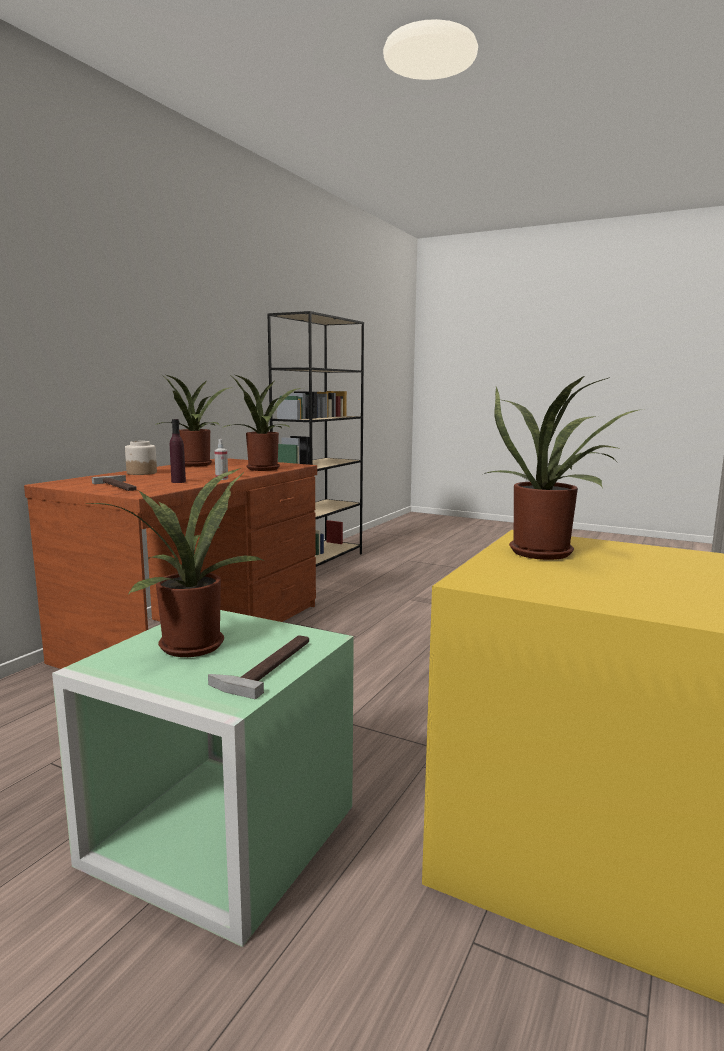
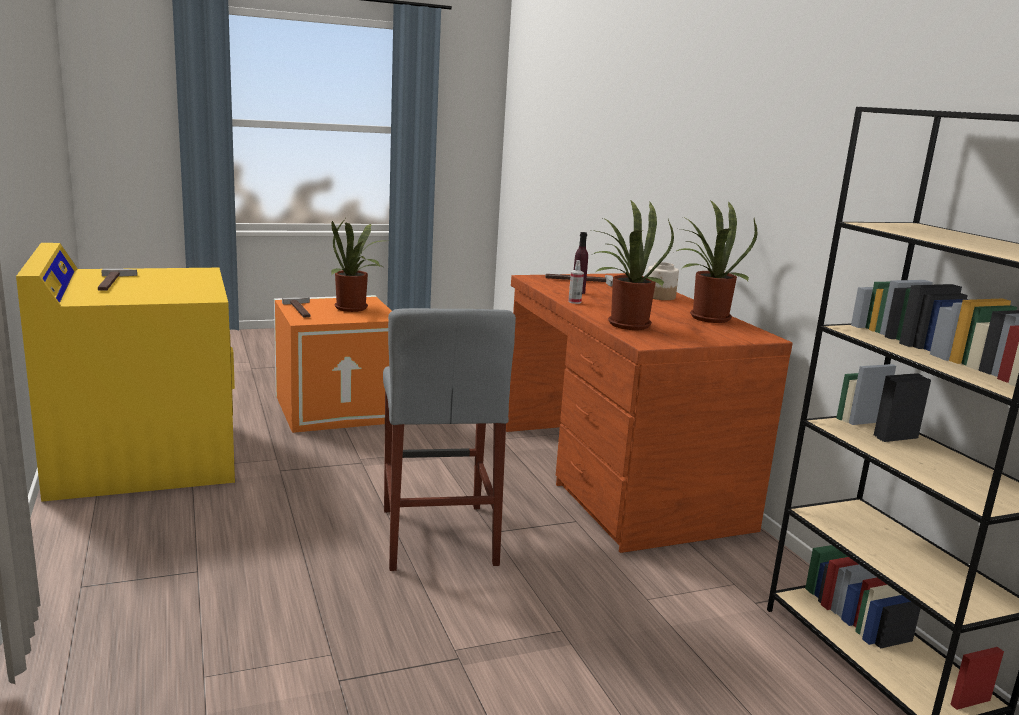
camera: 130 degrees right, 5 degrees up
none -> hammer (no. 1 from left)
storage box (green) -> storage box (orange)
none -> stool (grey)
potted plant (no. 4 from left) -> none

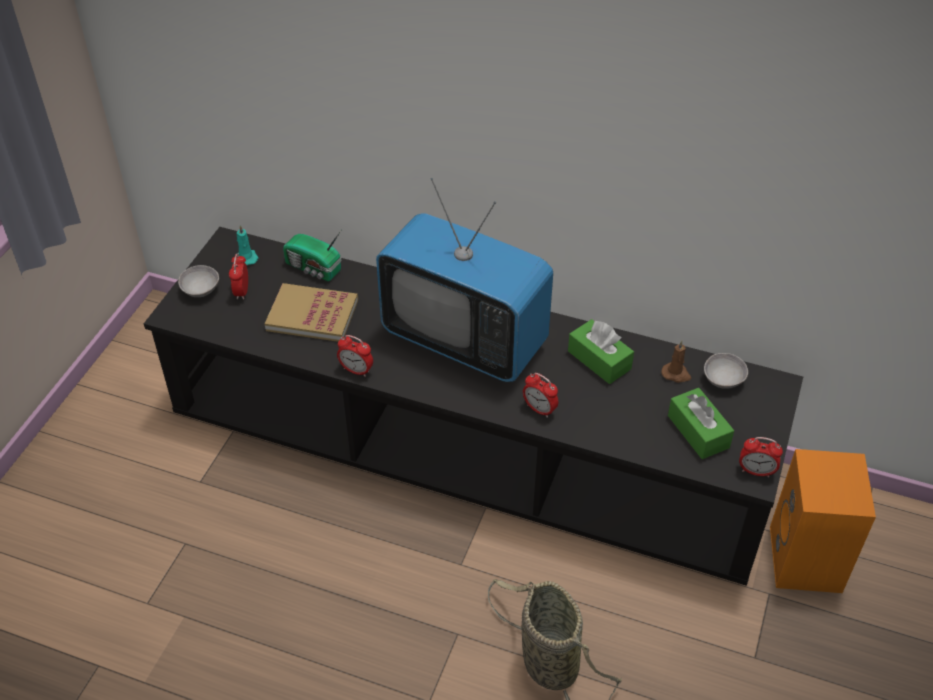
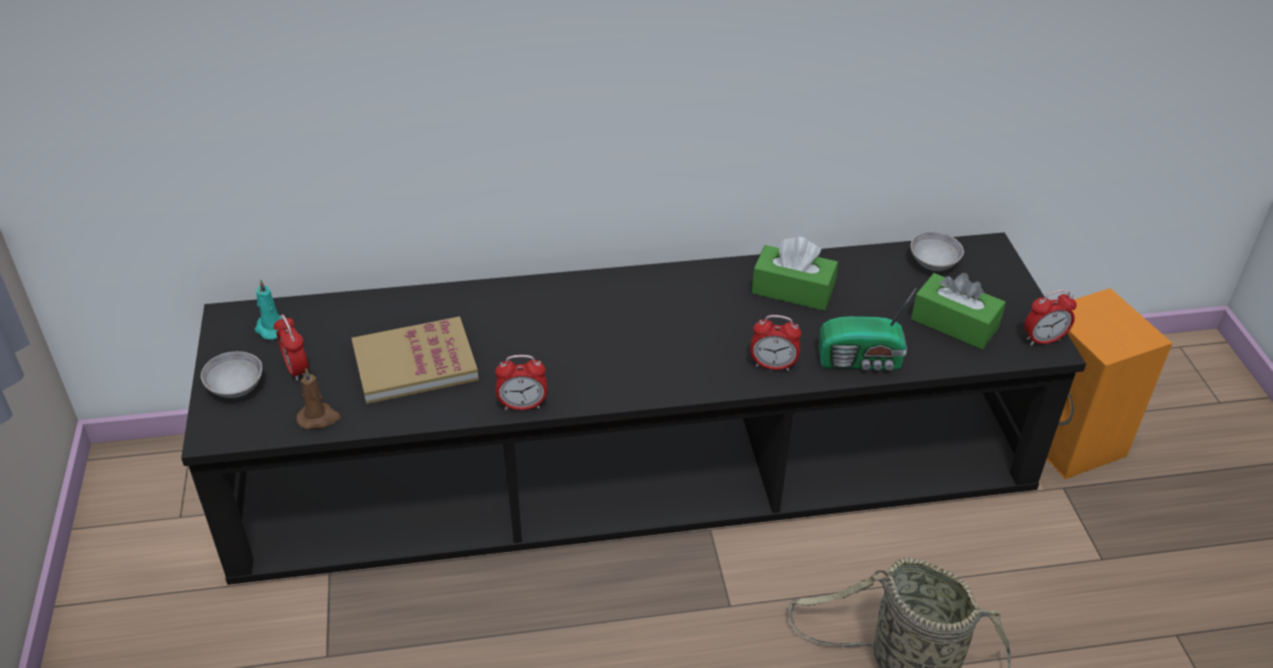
camera: 30 degrees left, 5 degrees down
candle (brown), shifted
radio, shifted
television -> none

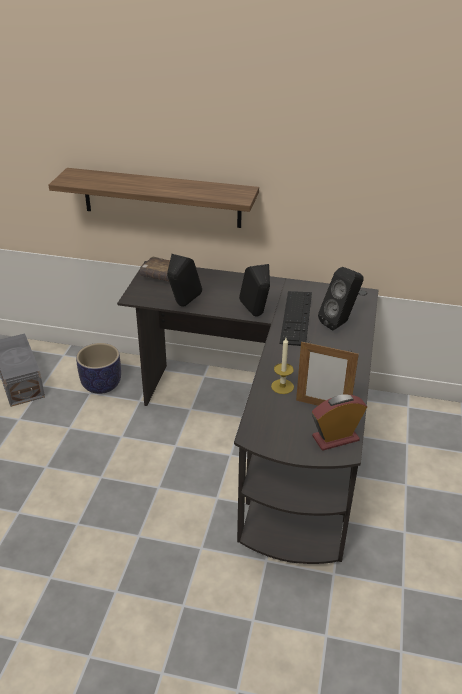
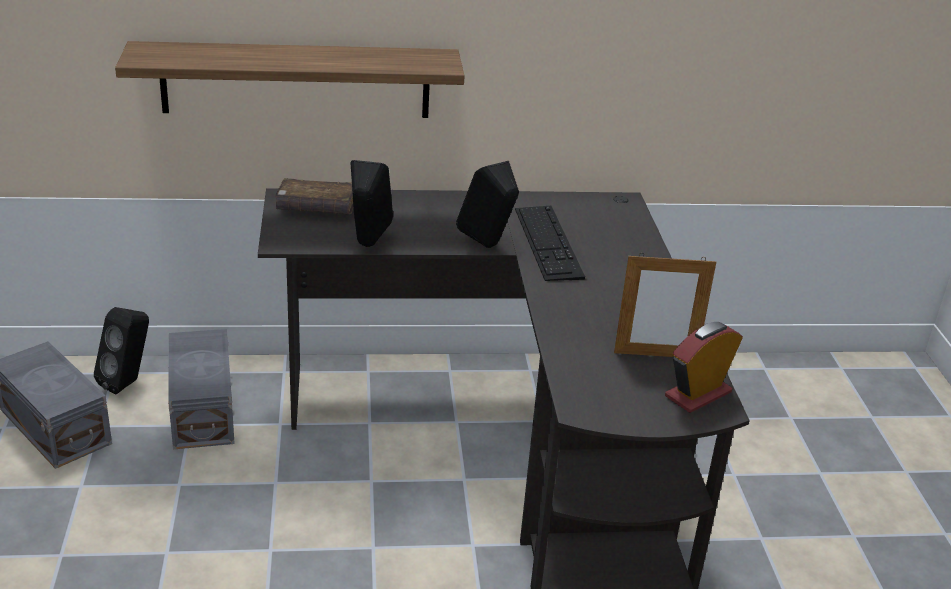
camera: 20 degrees left, 5 degrees down
speaker (black) (no. 3 from left in the first image) -> speaker (black) (no. 1 from left), shifted
planter -> storage box (grey) (no. 2 from left)
candle -> none

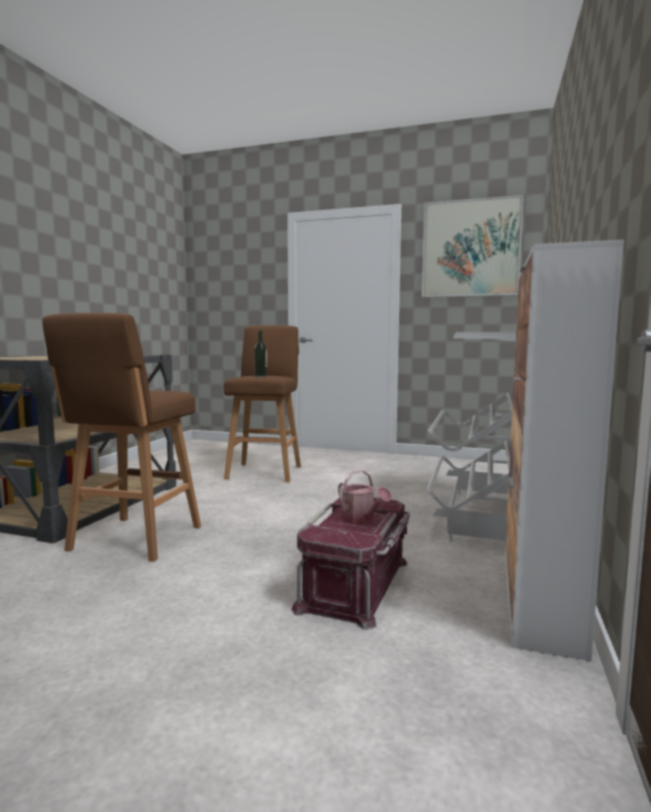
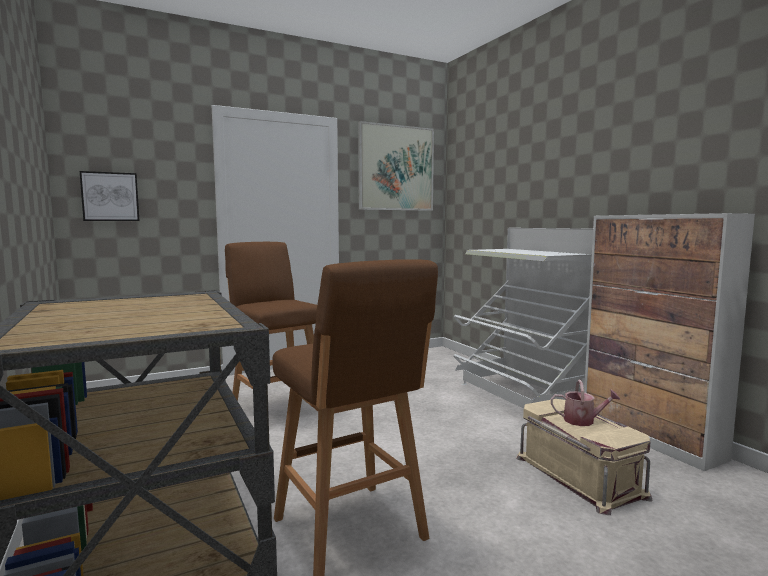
camera: 45 degrees left, 0 degrees up
none -> picture (no. 1 from left)
storage box (red) -> storage box (beige)
bottle -> none

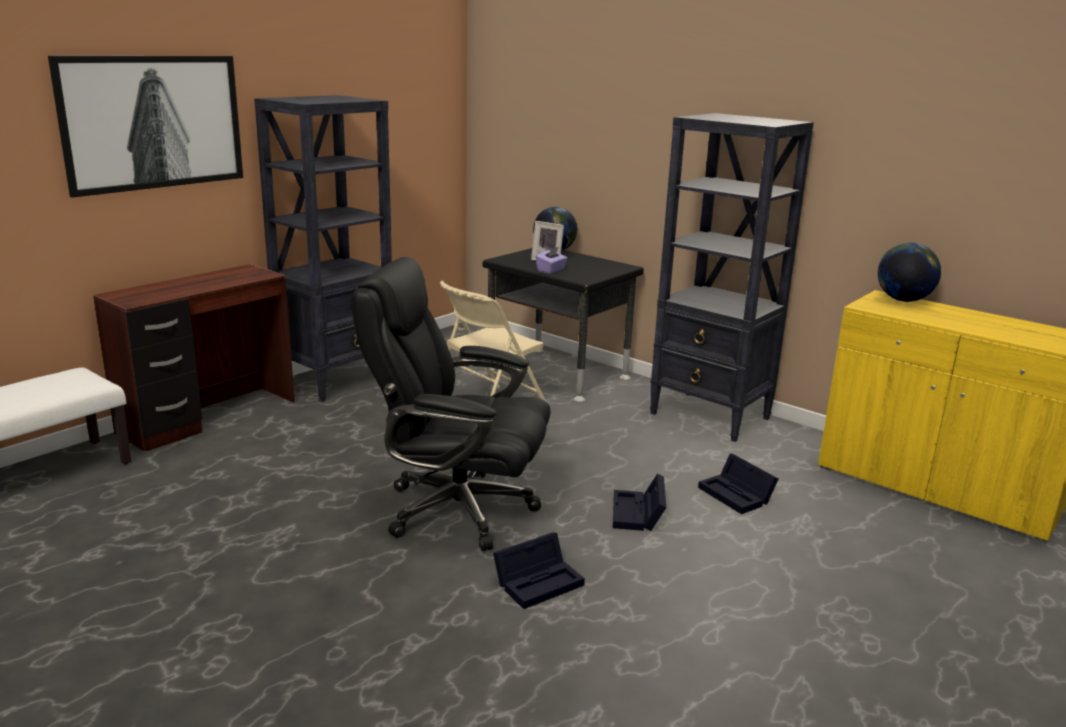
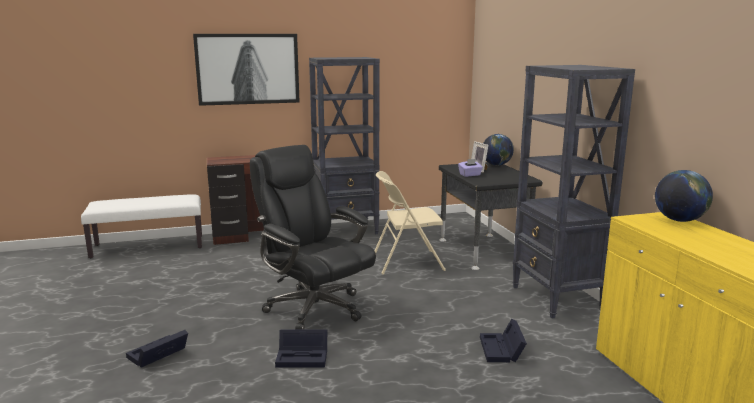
camera: 35 degrees right, 5 degrees down
storage box (black) (no. 2 from left in the first image) -> storage box (black) (no. 1 from left), shifted

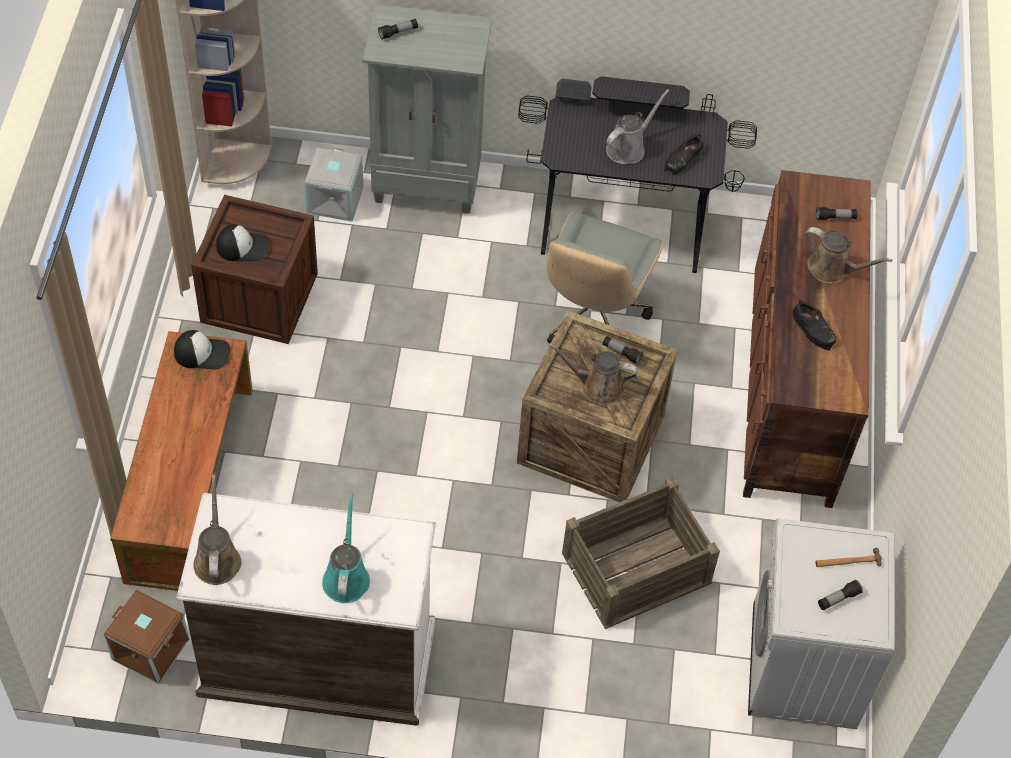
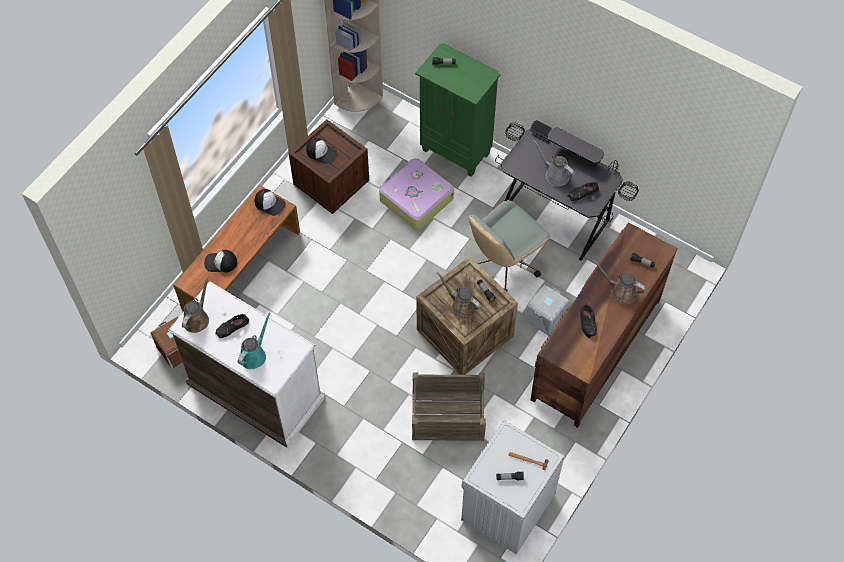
camera: 30 degrees right, 5 degrees up
none -> cap (no. 1 from left)
none -> shoe (black) (no. 1 from left)
none -> suitcase
cabinet (grey) -> cabinet (green)
storage box (grey), shifted
watering can (grey), 120 degrees counterclockwise
watering can (brown) (no. 3 from left), 150 degrees clockwise

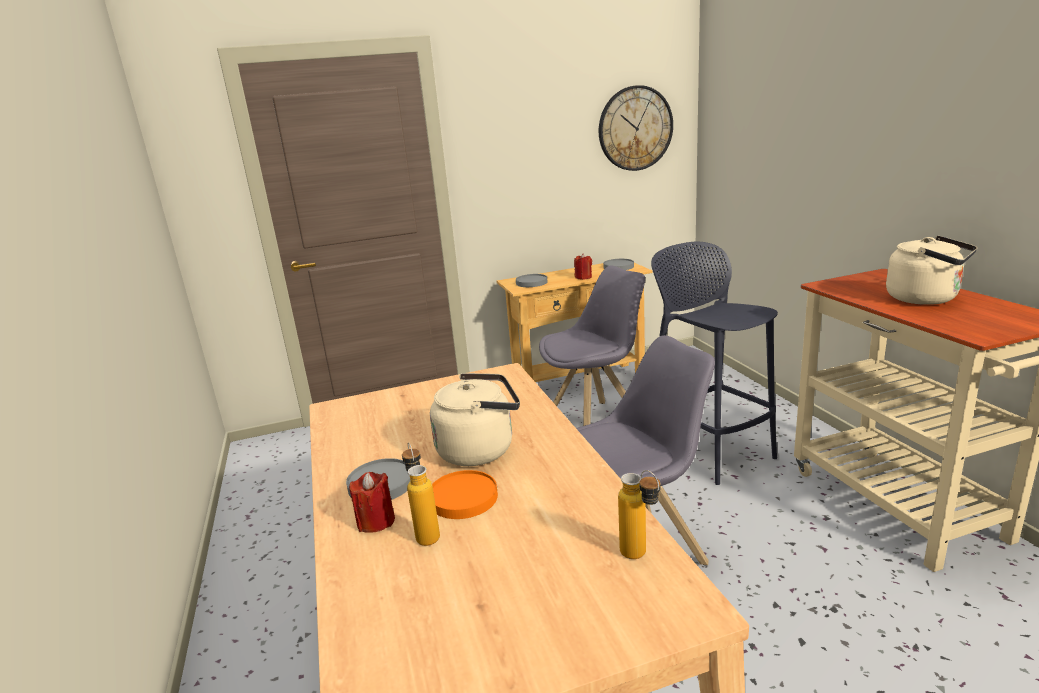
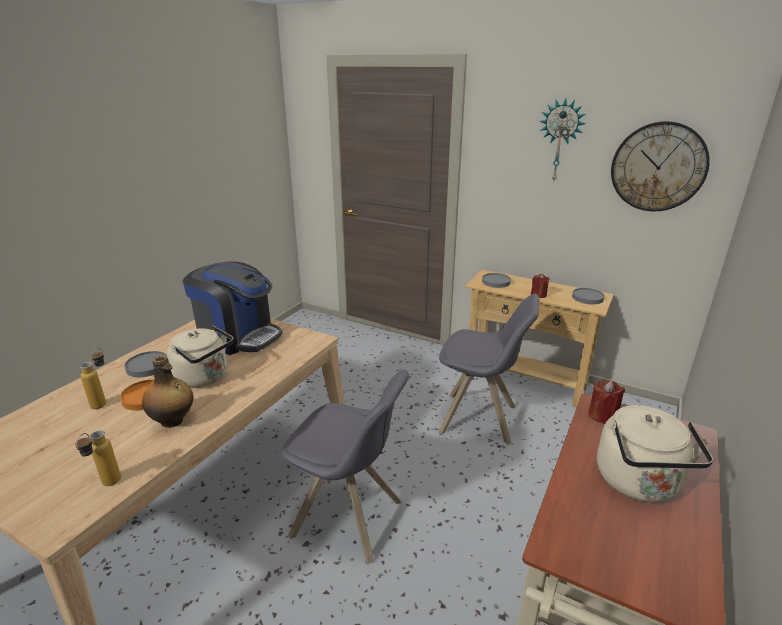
camera: 45 degrees right, 5 degrees up
none -> bottle (no. 3 from left)
none -> coffee machine
none -> wall clock (no. 1 from left)
candle (red) (no. 1 from left in the first image) -> candle (red) (no. 2 from left), shifted
stool (grey) -> none

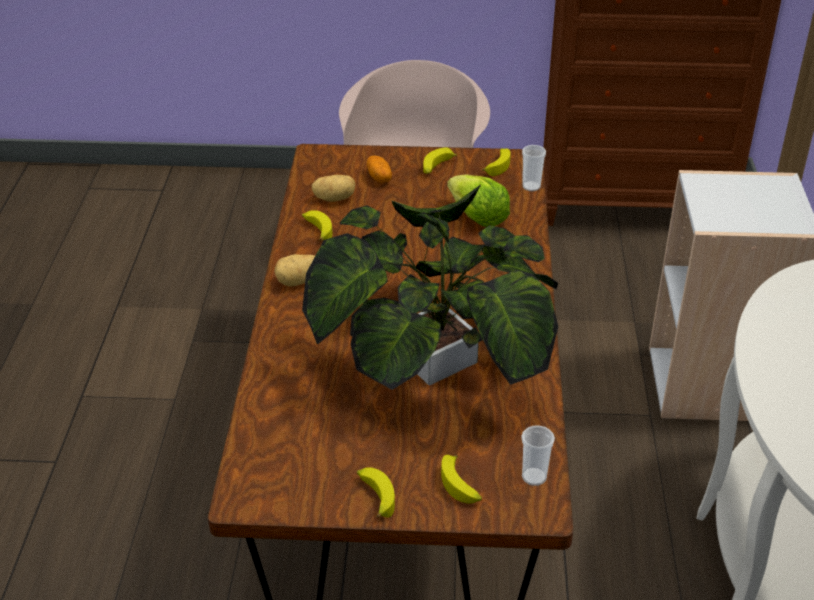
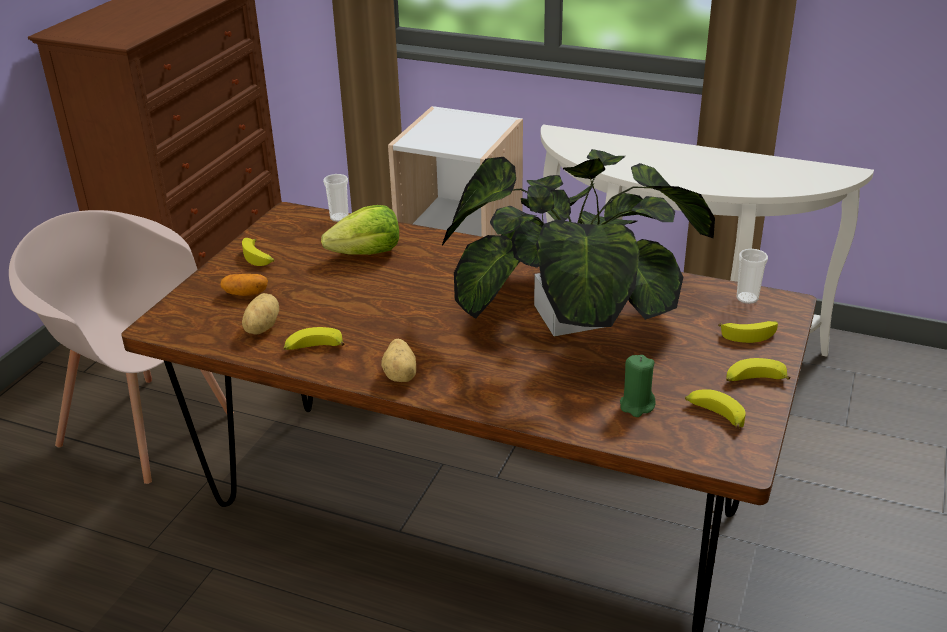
camera: 70 degrees left, 5 degrees down
none -> candle (green)
banana (no. 5 from left in the first image) -> banana (no. 3 from left), shifted

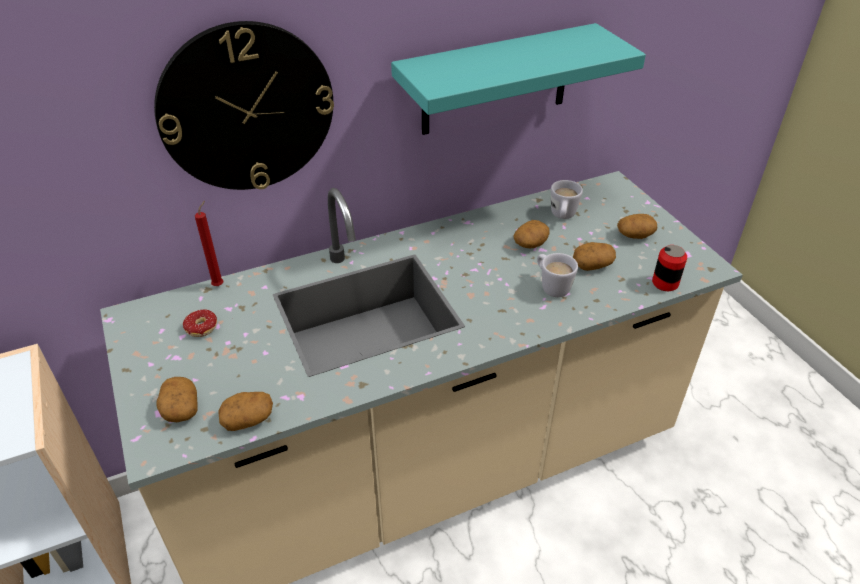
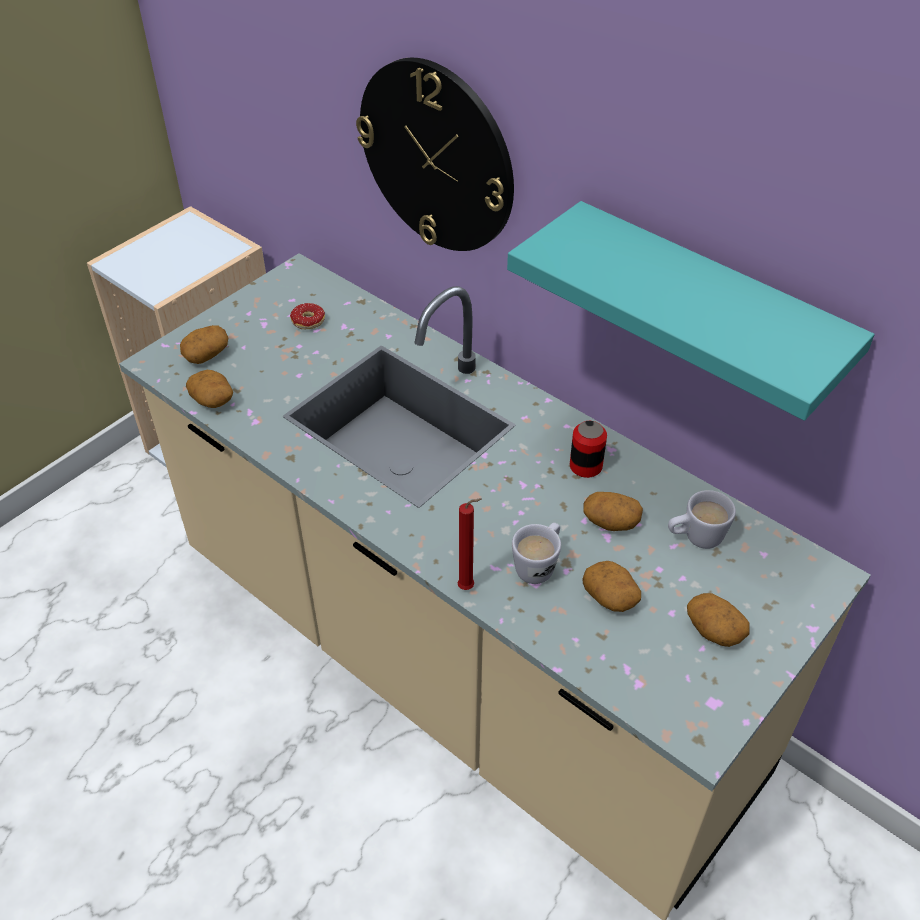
camera: 65 degrees right, 5 degrees up
candle (red), shifted
can, shifted

